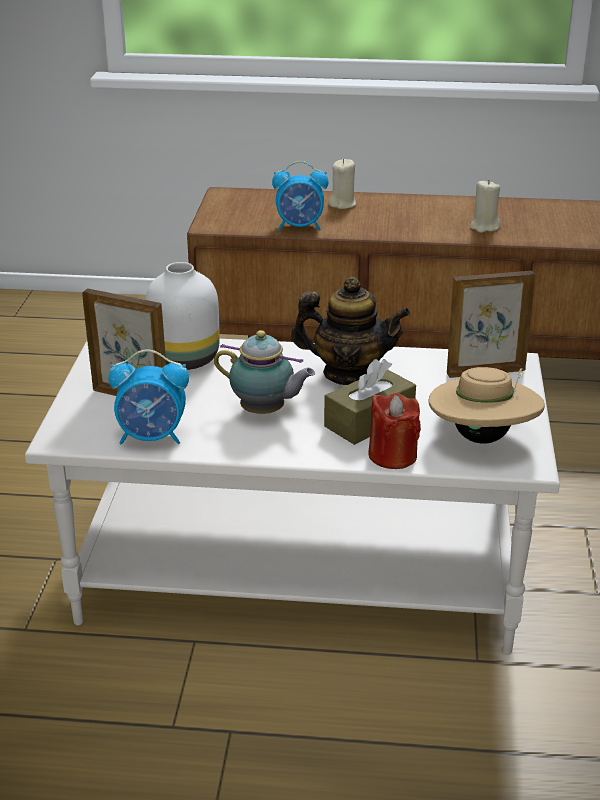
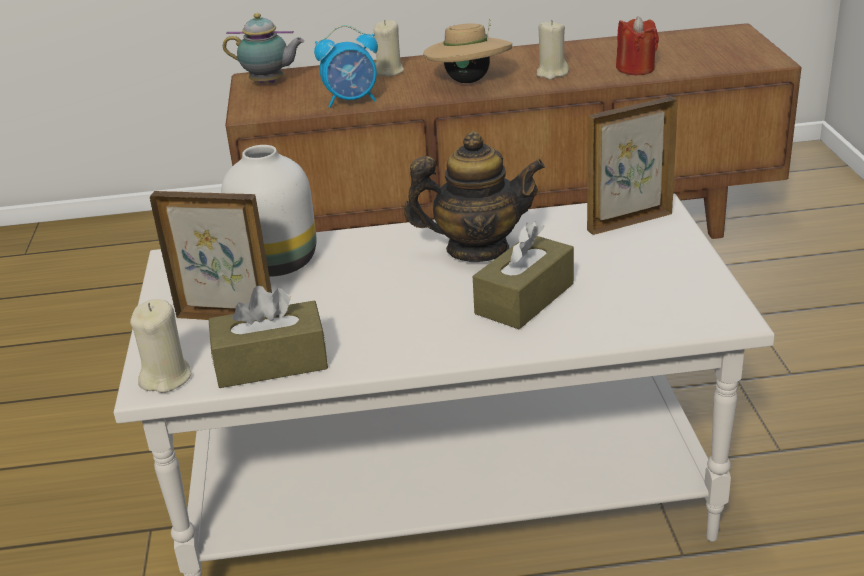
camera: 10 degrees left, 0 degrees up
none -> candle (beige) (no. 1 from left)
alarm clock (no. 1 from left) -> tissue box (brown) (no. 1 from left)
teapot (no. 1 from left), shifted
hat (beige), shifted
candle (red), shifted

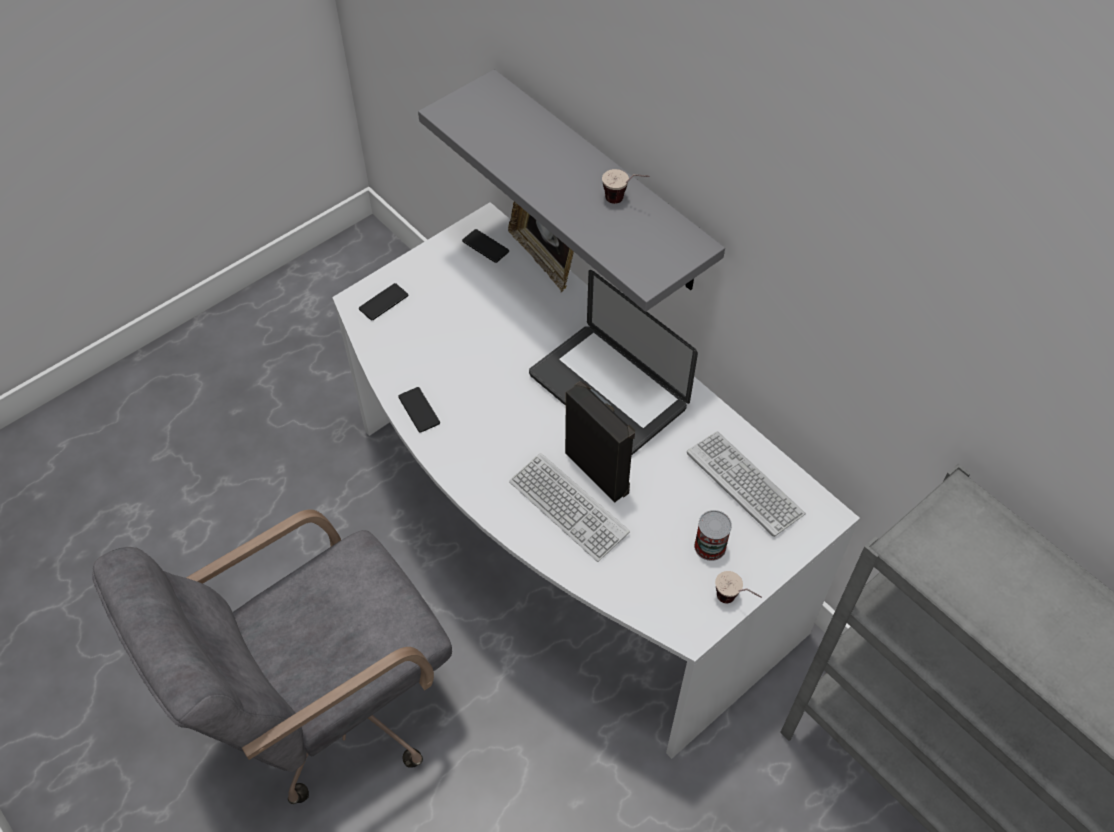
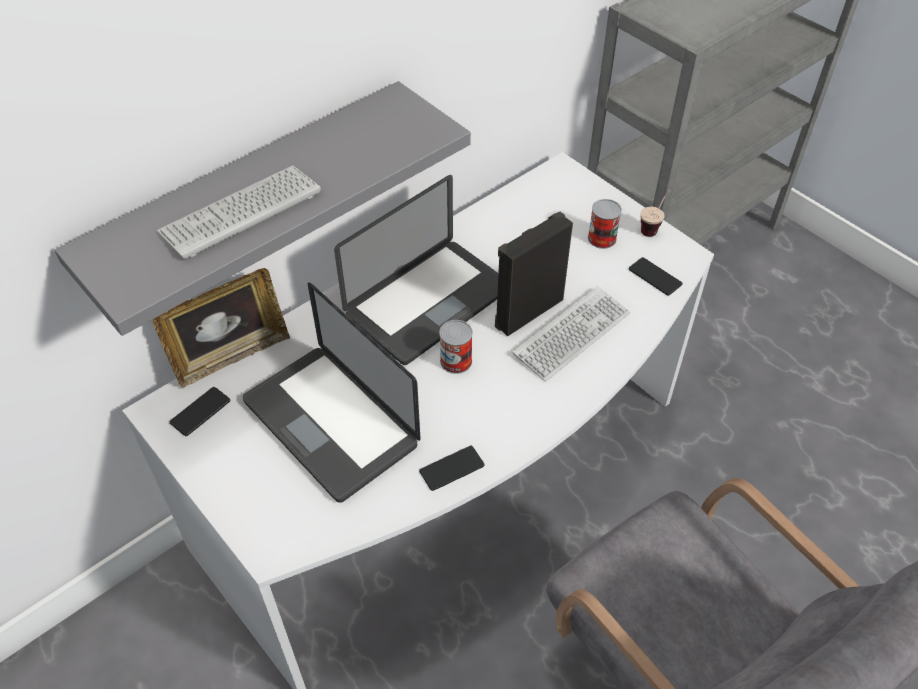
camera: 90 degrees left, 5 degrees down
keyboard (no. 2 from left in the first image) -> keyboard (no. 1 from left), shifted
none -> laptop (no. 1 from left)
none -> can (no. 1 from left)
phone (no. 1 from left in the first image) -> phone (no. 3 from left), shifted
cup (no. 1 from left) -> none

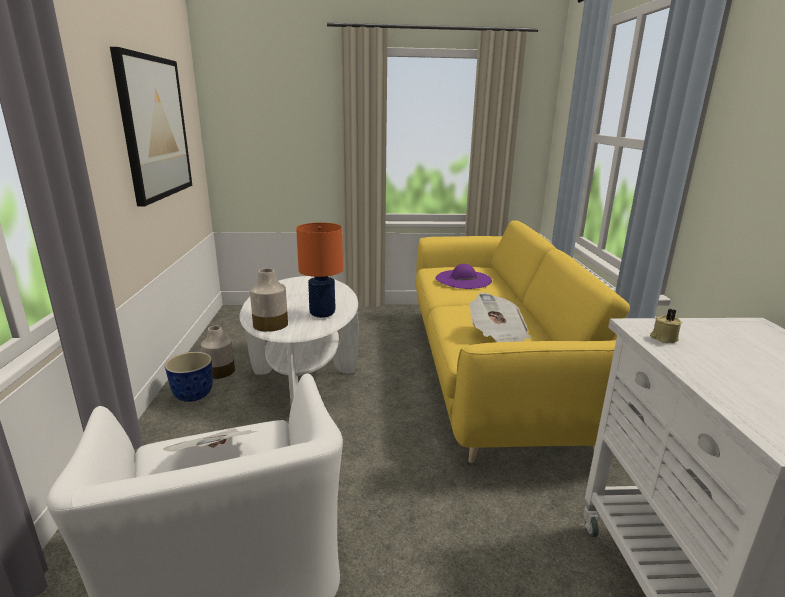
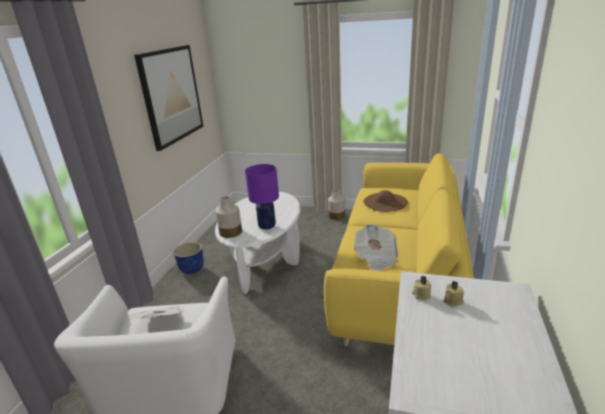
camera: 20 degrees right, 5 degrees up
table lamp (orange) -> table lamp (purple)
vase (beige) (no. 1 from left in the first image) -> vase (beige) (no. 2 from left), shifted
hat (purple) -> hat (brown)
none -> candle (beige) (no. 2 from left)

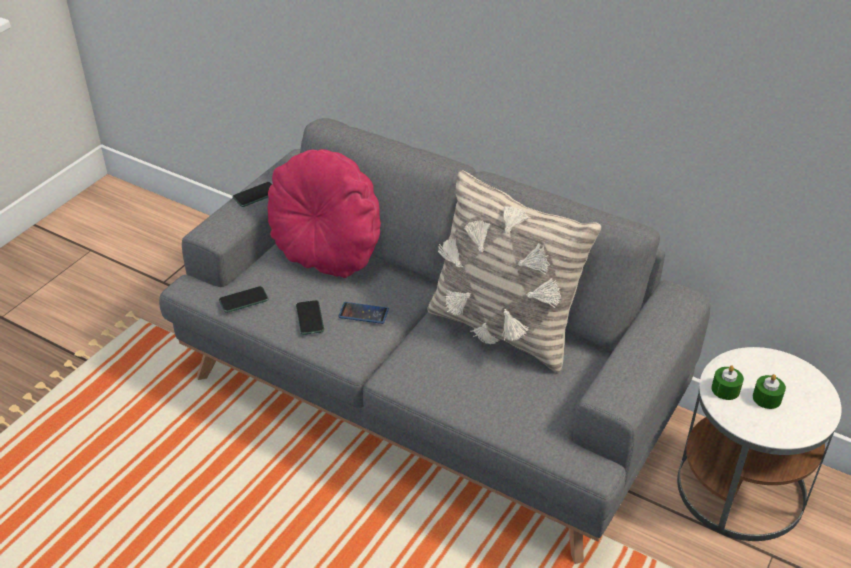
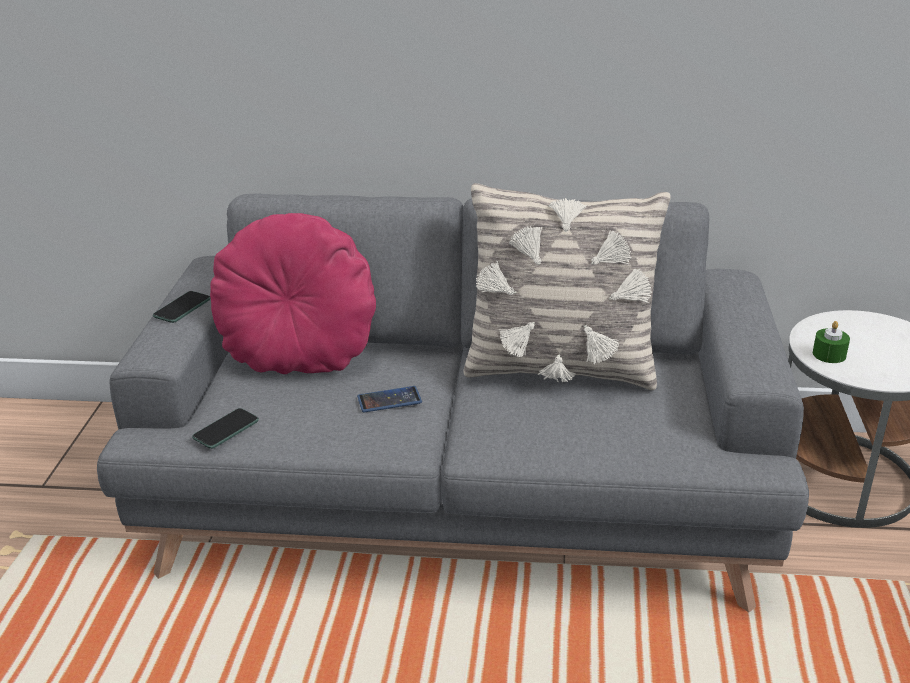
camera: 25 degrees left, 10 degrees down
phone (no. 3 from left) -> none
candle (green) (no. 2 from left) -> none

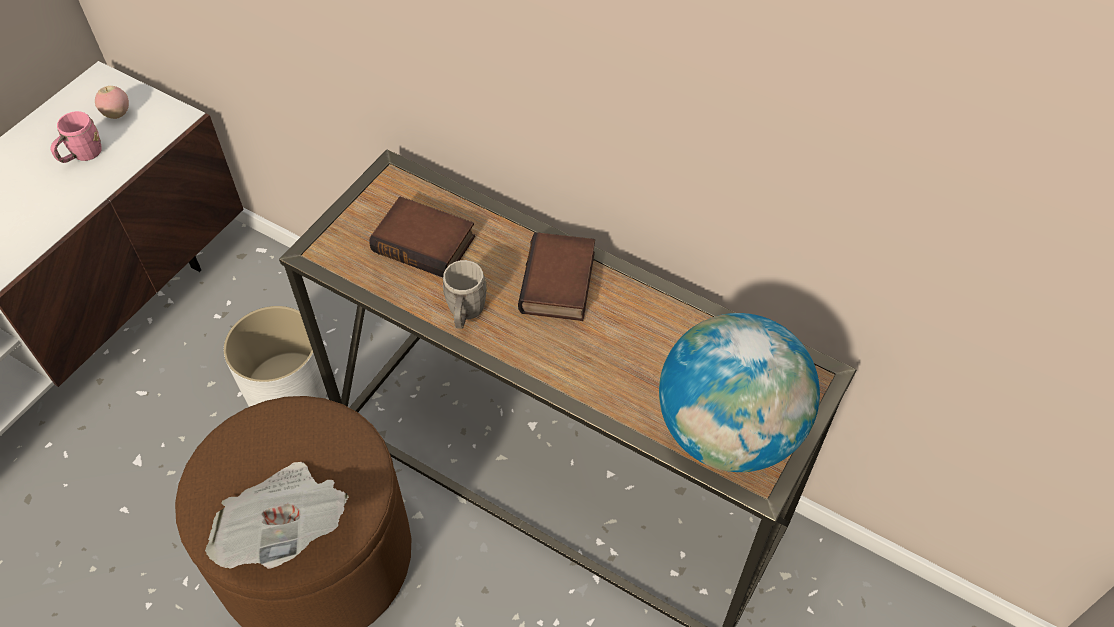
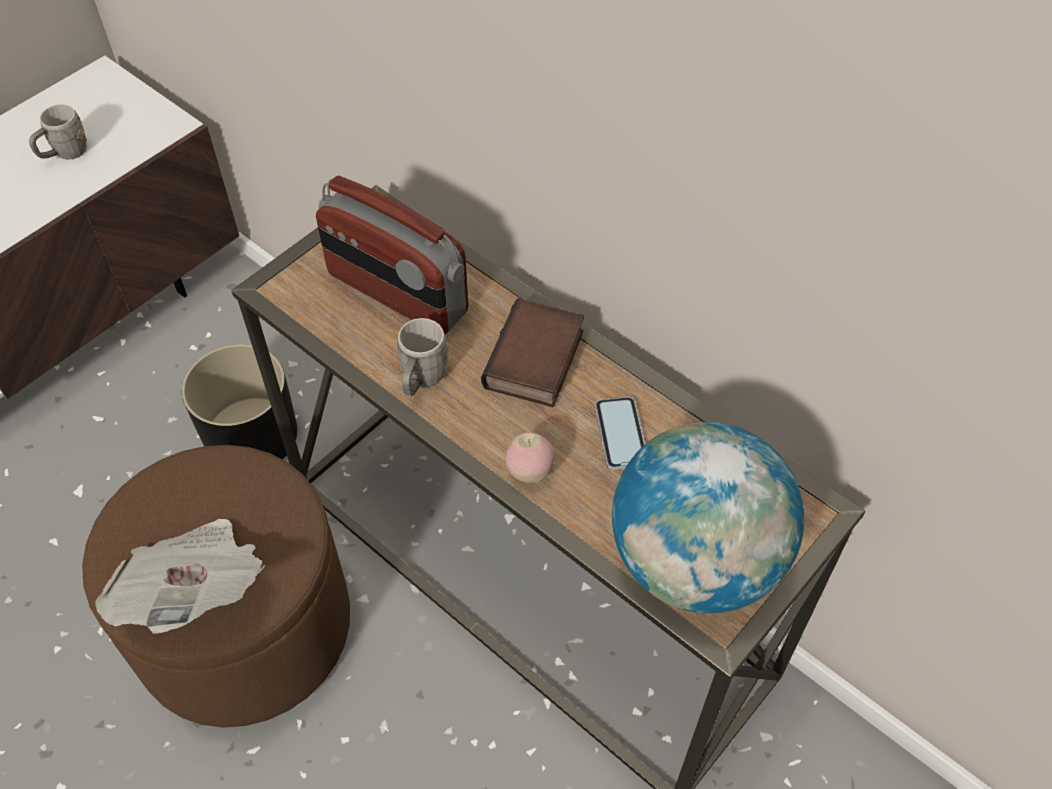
camera: 10 degrees right, 0 degrees up
mug (pink) -> mug (grey) (no. 1 from left)
planter (white) -> planter (black)
book (no. 1 from left) -> radio
apple, shifted
none -> phone

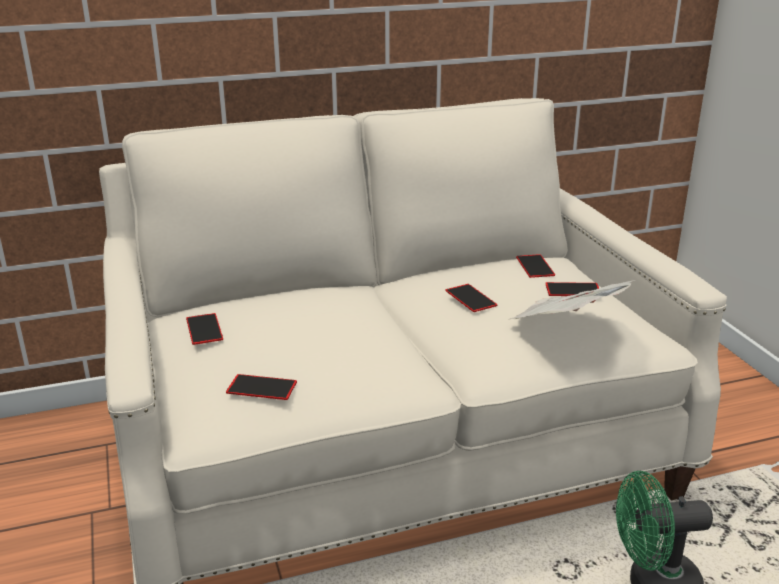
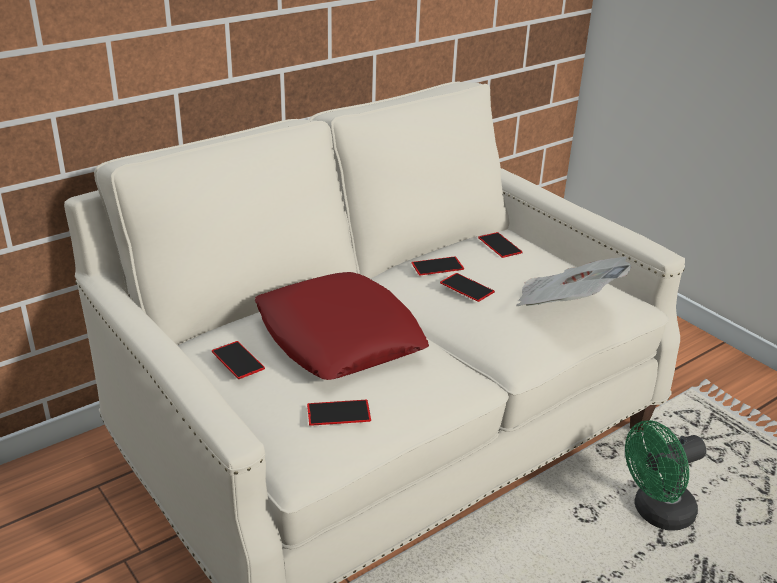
camera: 20 degrees left, 5 degrees up
none -> pillow (red)
phone (no. 5 from left in the first image) -> phone (no. 3 from left), shifted

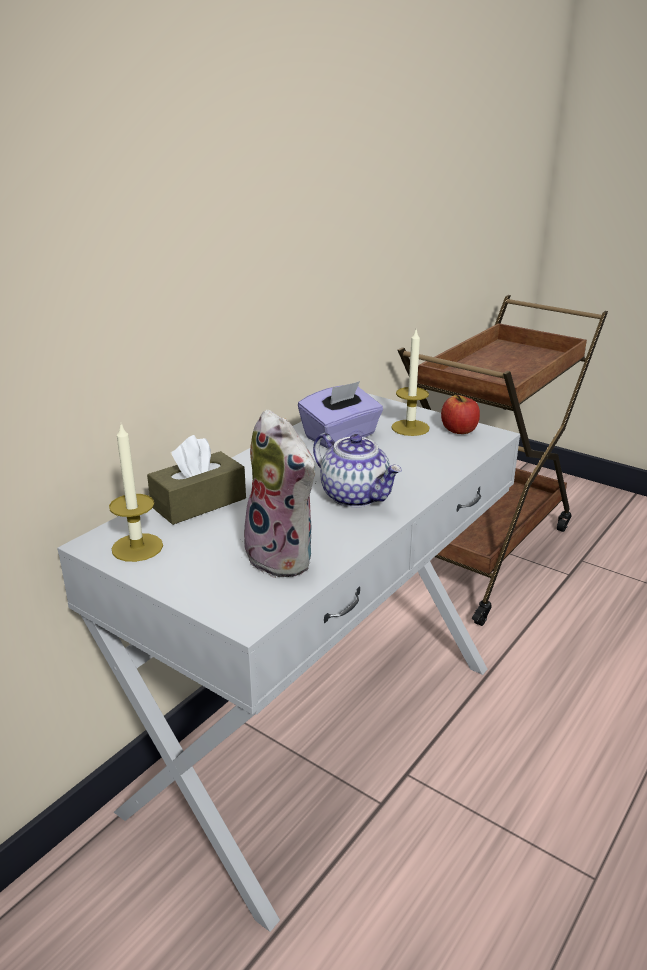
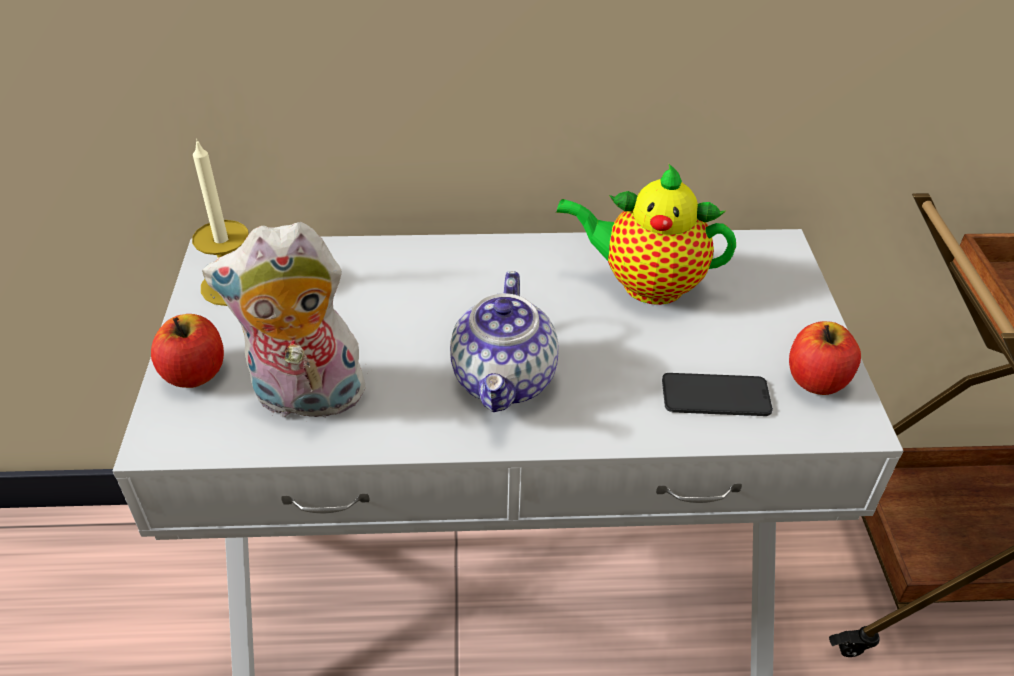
camera: 50 degrees right, 15 degrees up
none -> apple (no. 1 from left)
plush toy, 75 degrees clockwise
tissue box (purple) -> teapot (no. 2 from left)
none -> phone
tissue box (brown) -> none
candle (no. 2 from left) -> none

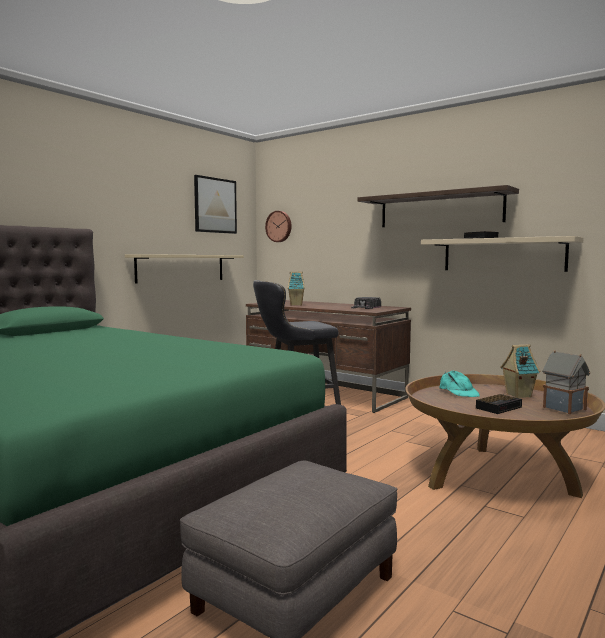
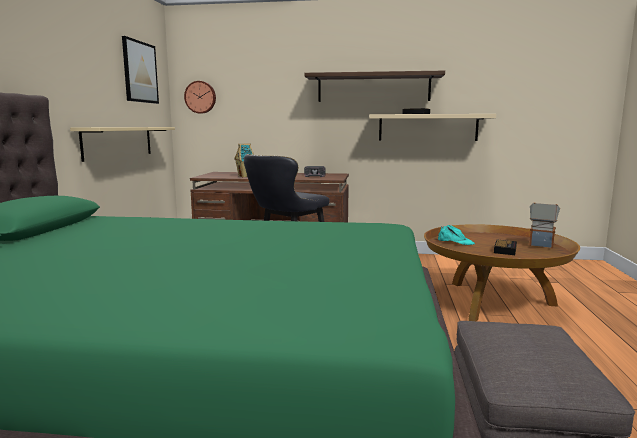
camera: 30 degrees left, 5 degrees up
toy house (no. 2 from left) -> none

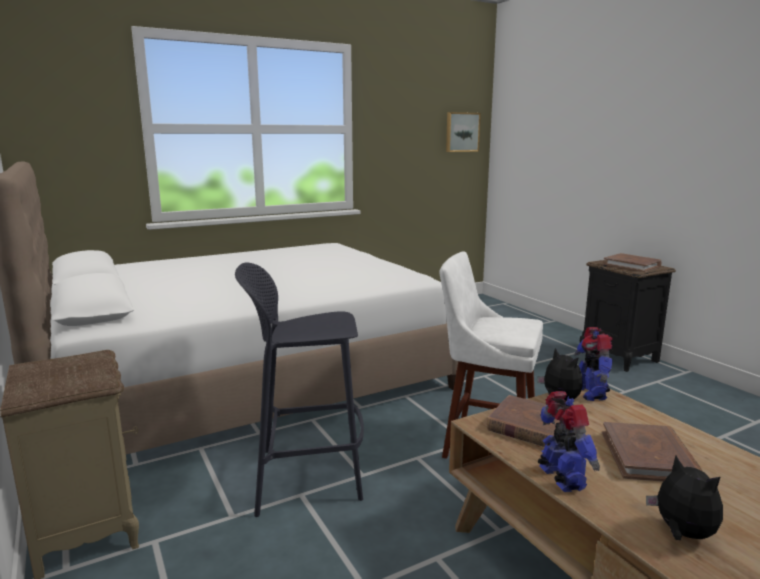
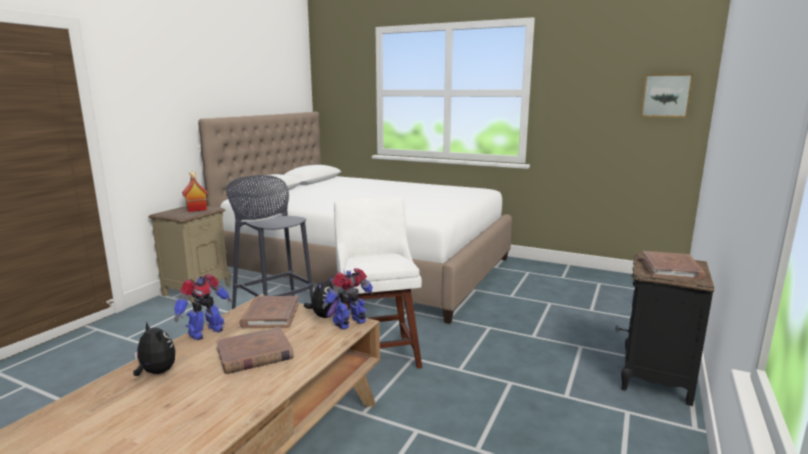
camera: 55 degrees right, 0 degrees up
plush toy (no. 2 from left in the first image) -> plush toy (no. 1 from left), 75 degrees counterclockwise
none -> toy house

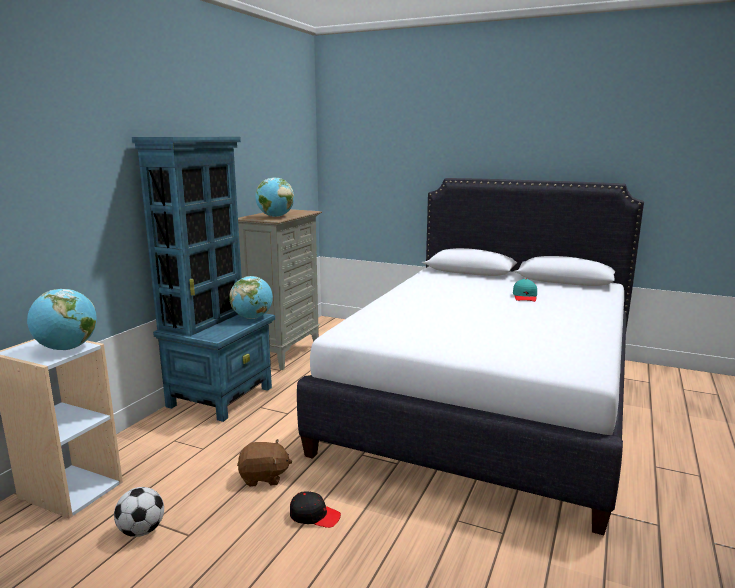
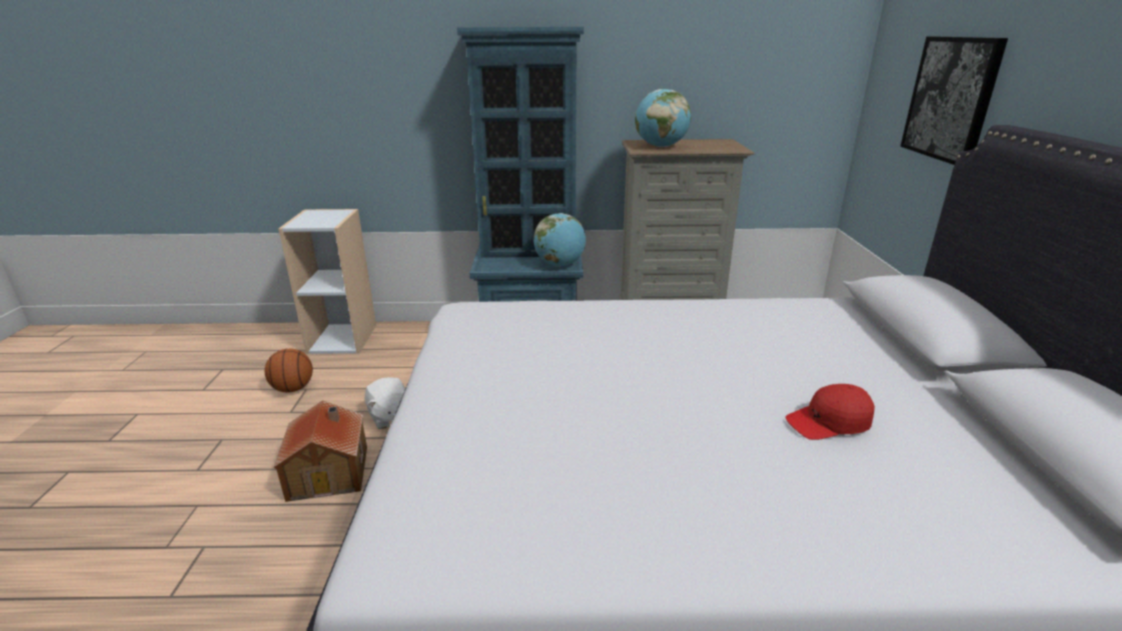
camera: 65 degrees right, 10 degrees up
football -> basketball
cap (black) -> toy house
plush toy (brown) -> plush toy (white)
cap (turquoise) -> cap (red)
none -> picture
globe (no. 1 from left) -> none

